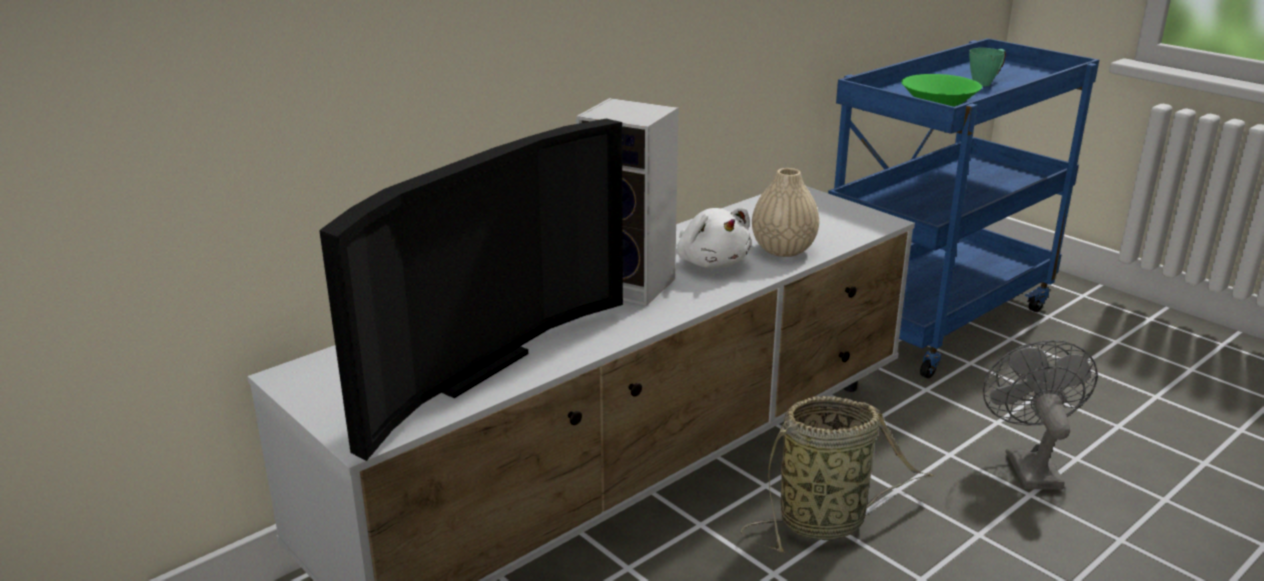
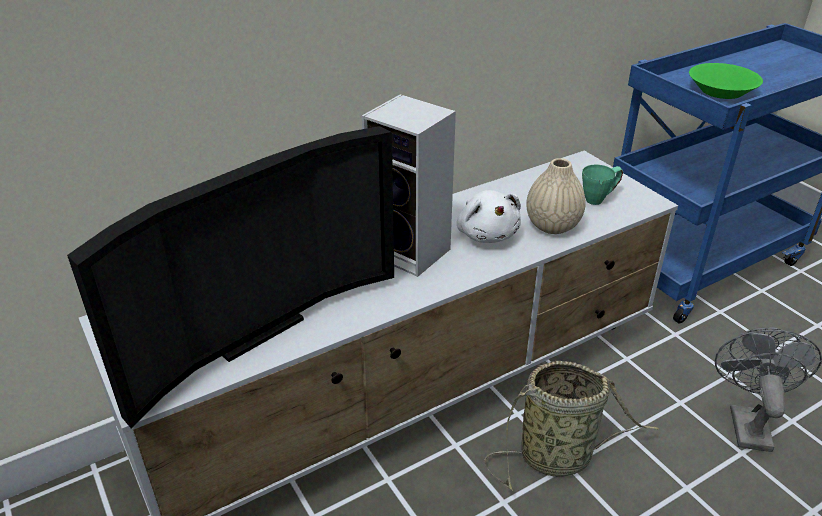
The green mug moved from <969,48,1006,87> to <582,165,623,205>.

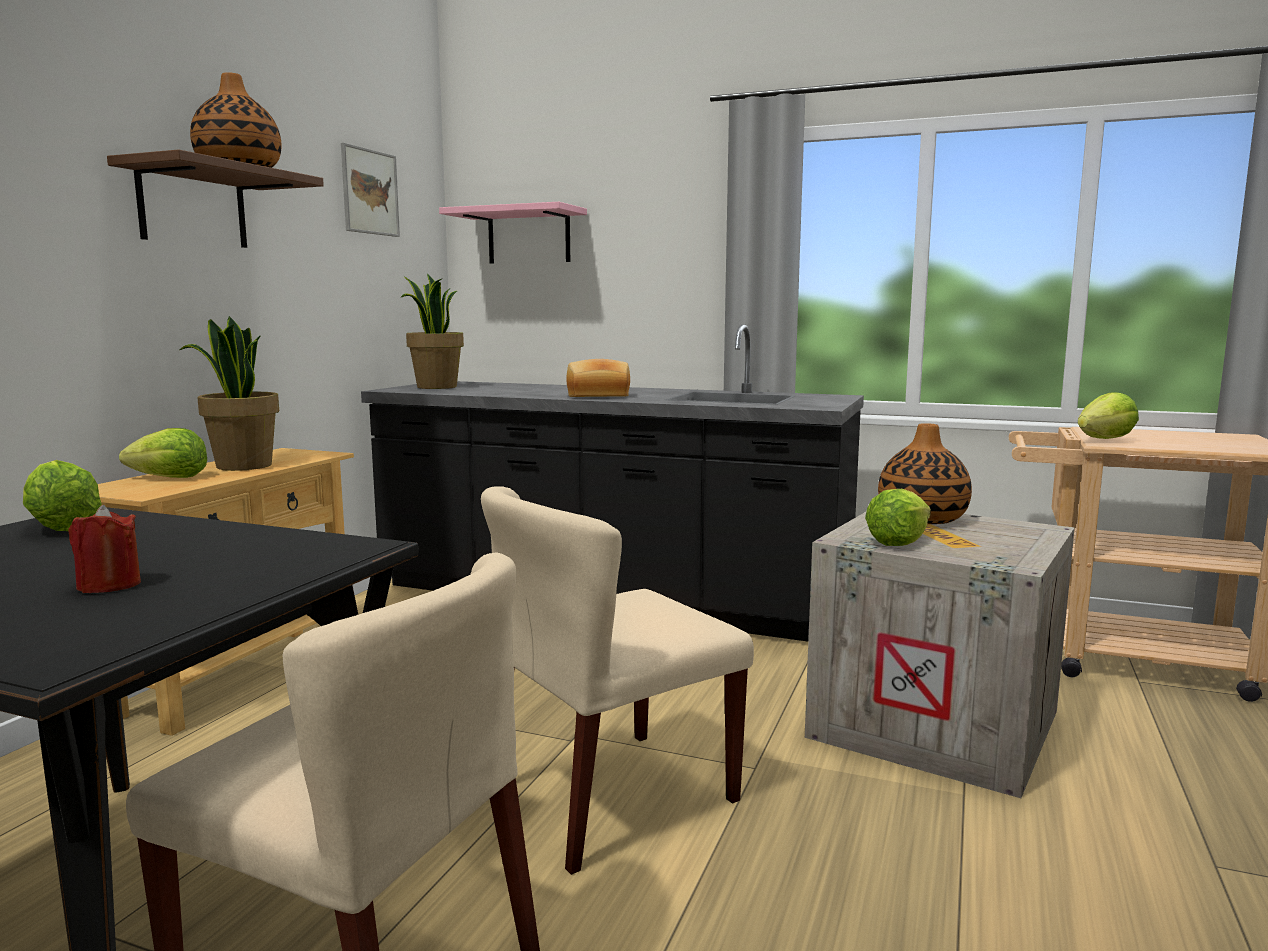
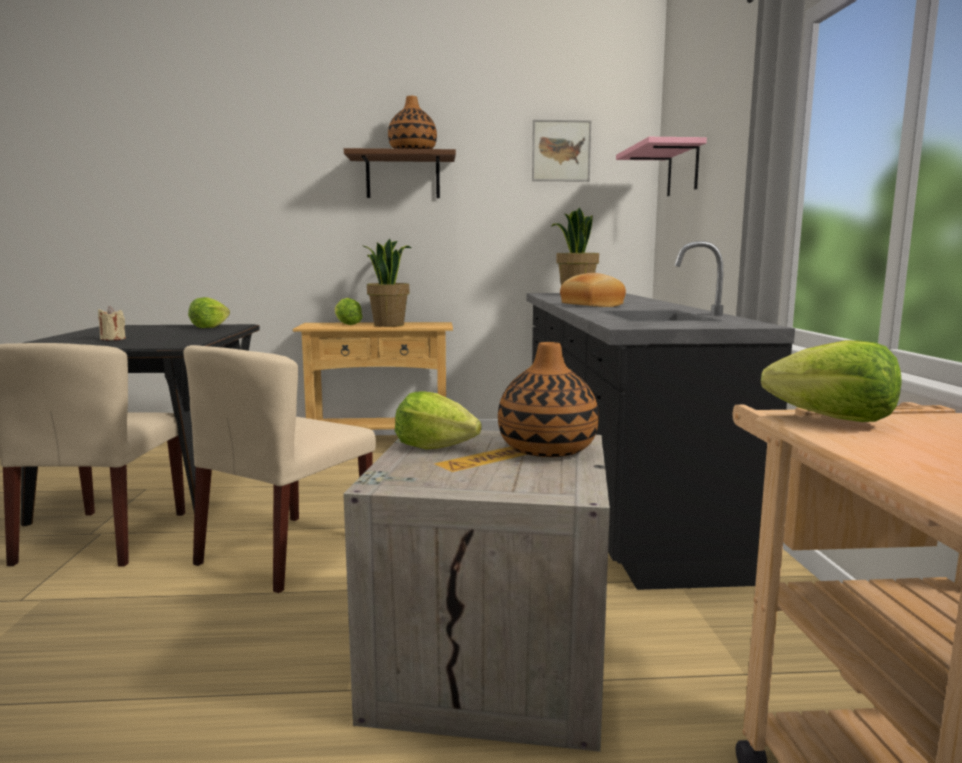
The red candle at <68,505,141,593> became the beige candle at <98,306,126,340>.
The beige chair at <481,486,754,875> turned 90 degrees counterclockwise.

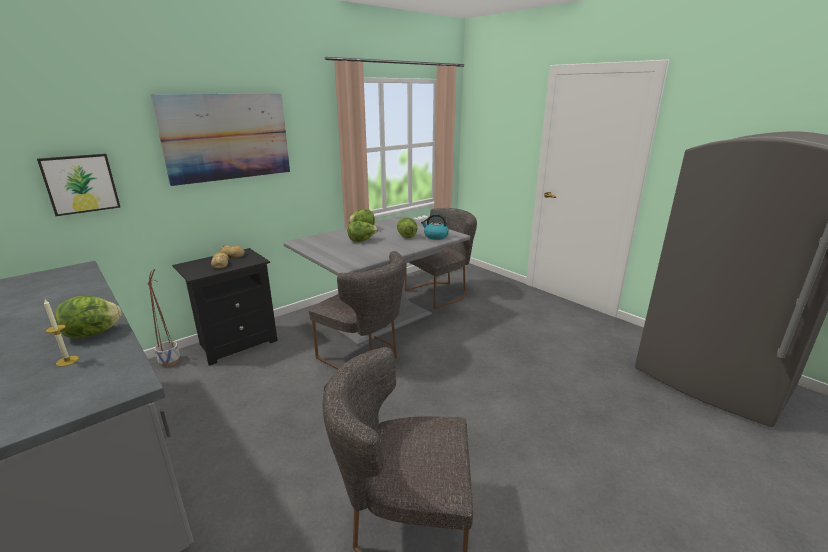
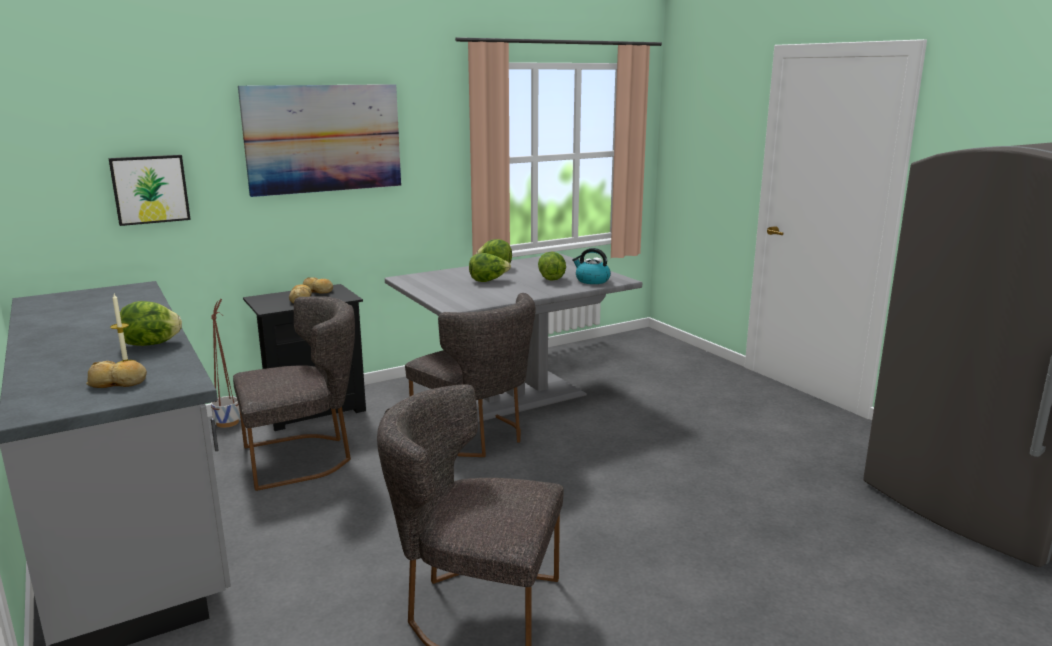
The bread at <86,361,147,388> appeared.
The grey chair moved from <405,208,477,309> to <233,296,355,491>.

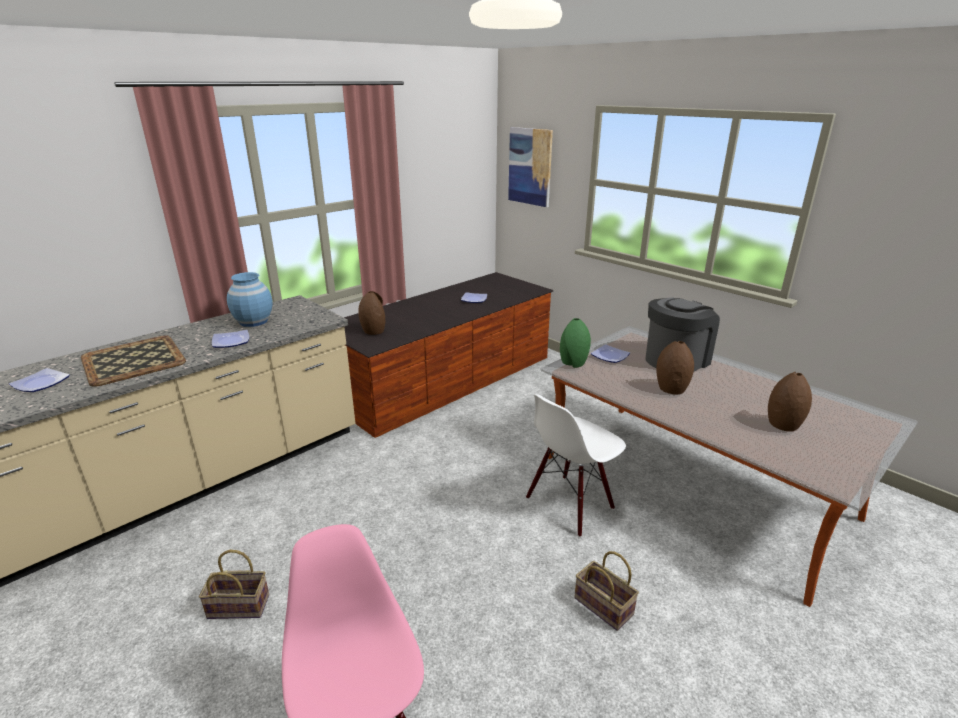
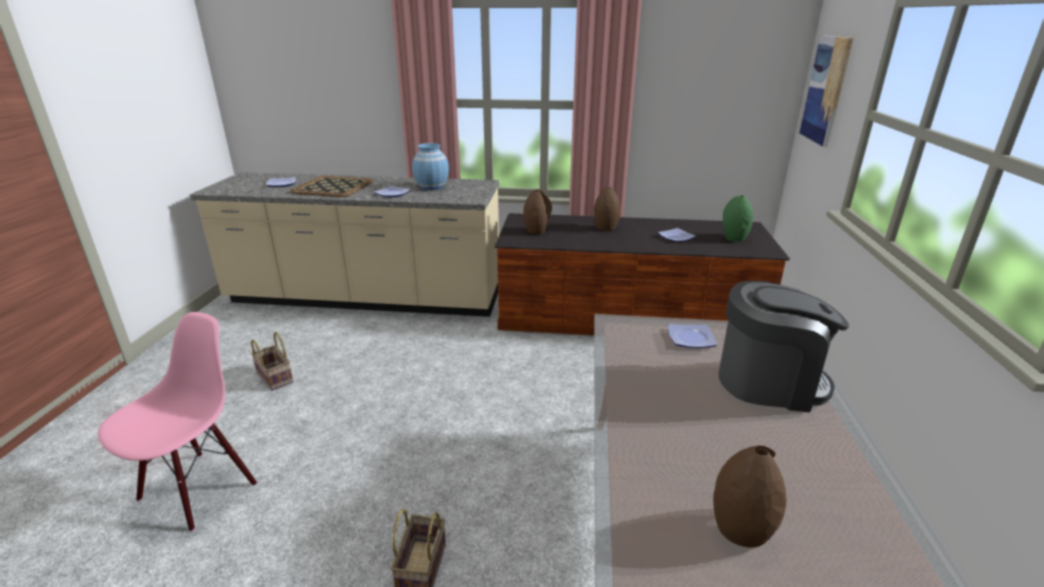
The white chair at <526,394,626,537> disappeared.
The green vase moved from <560,318,591,368> to <723,195,753,241>.
The brown vase moved from <656,341,694,395> to <594,187,620,231>.

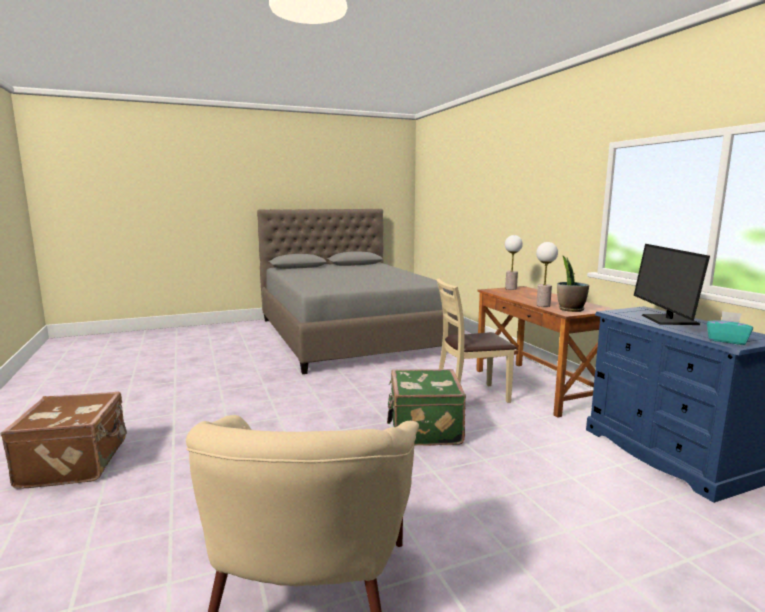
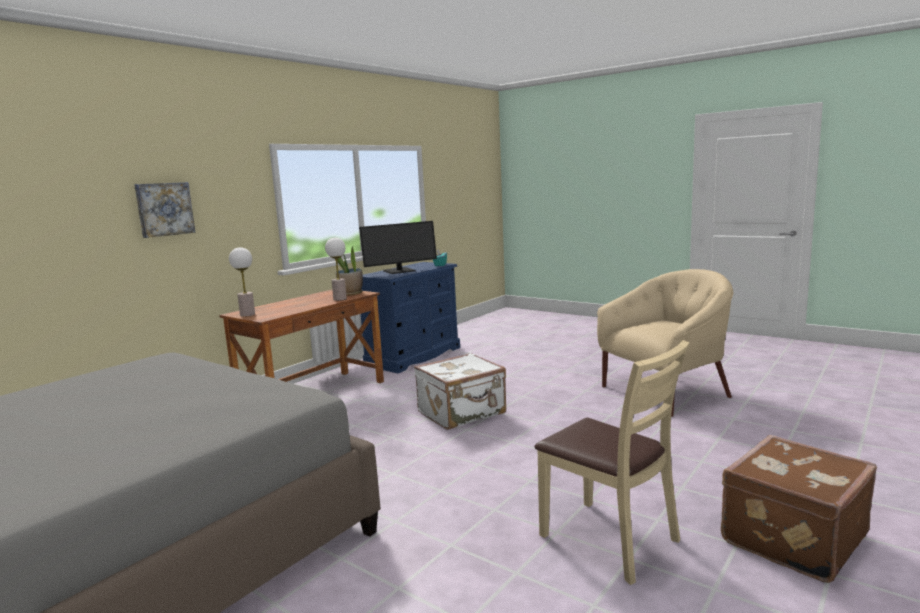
The picture at <134,182,195,238> appeared.
The beige chair moved from <436,278,516,403> to <535,340,690,585>.
The green suitcase at <387,369,466,446> became the white suitcase at <414,353,506,430>.

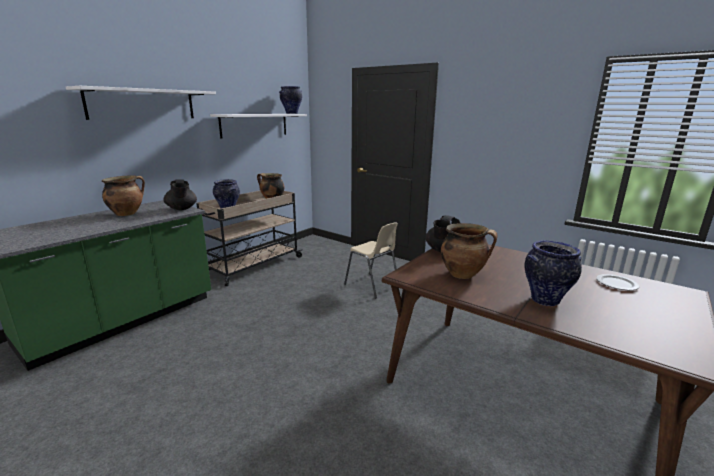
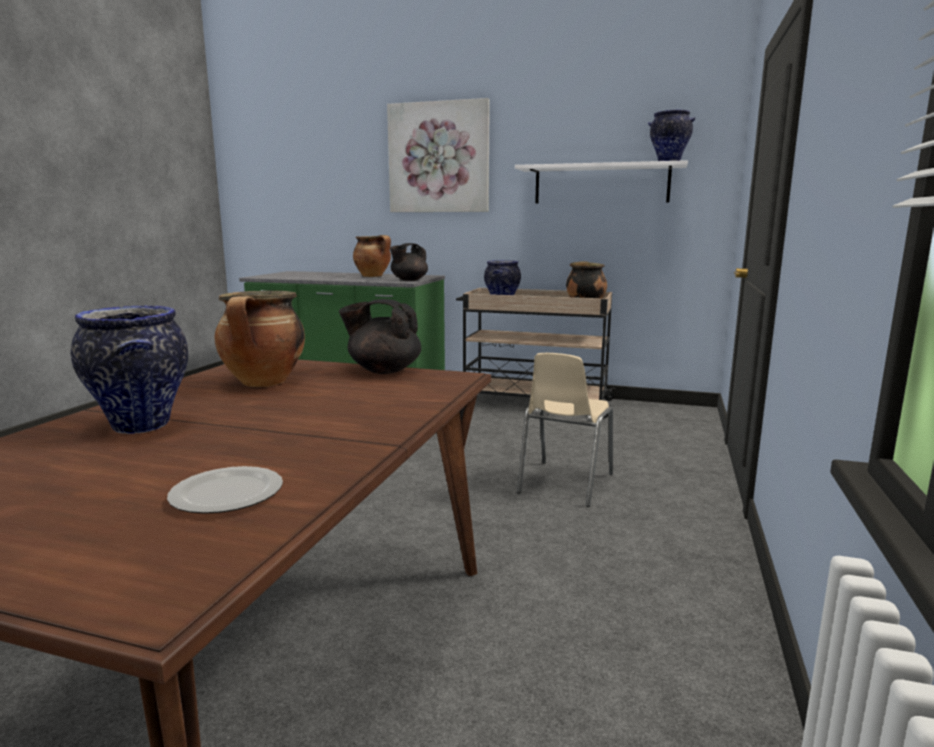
The white shelf at <66,86,216,120> was replaced by the picture at <387,98,490,212>.

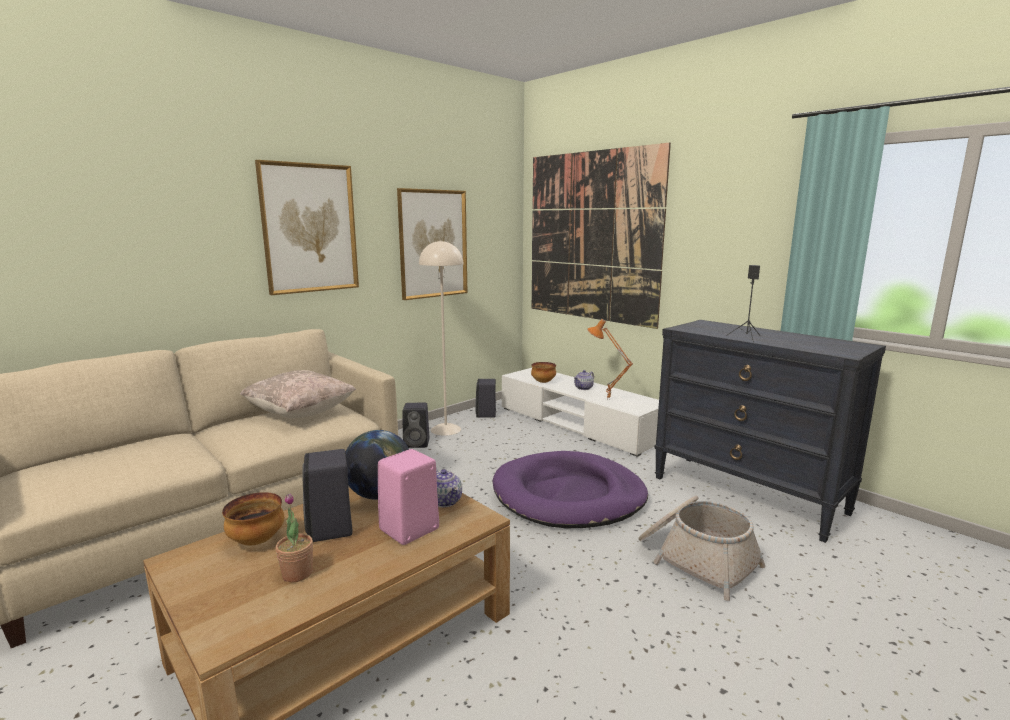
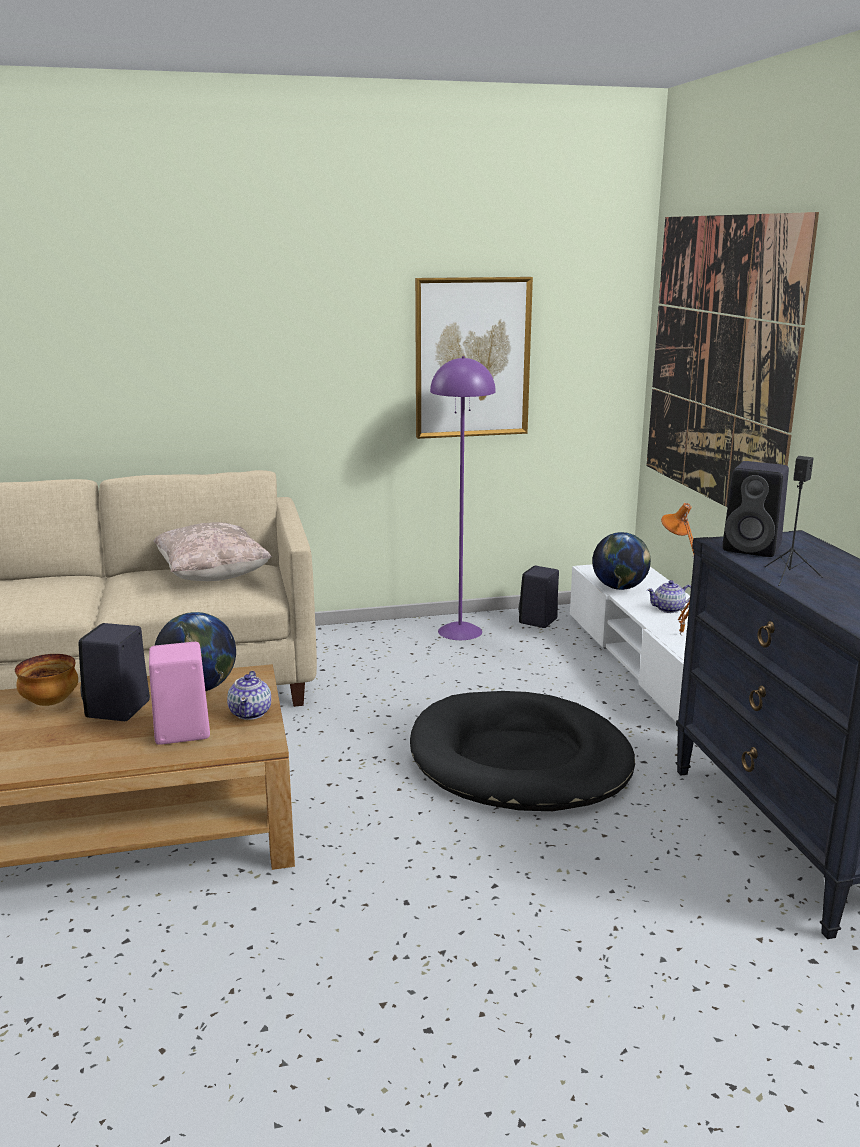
The picture at <255,160,359,295> disappeared.
The potted plant at <276,493,313,582> disappeared.
The basket at <638,496,766,601> disappeared.
The black speaker moved from <402,403,430,448> to <722,461,789,557>.
The bowl at <531,362,556,383> was replaced by the globe at <592,532,651,590>.
The beige floor lamp at <419,240,464,436> became the purple floor lamp at <430,356,496,640>.
The purple dog bed at <493,451,648,528> became the black dog bed at <410,691,635,811>.

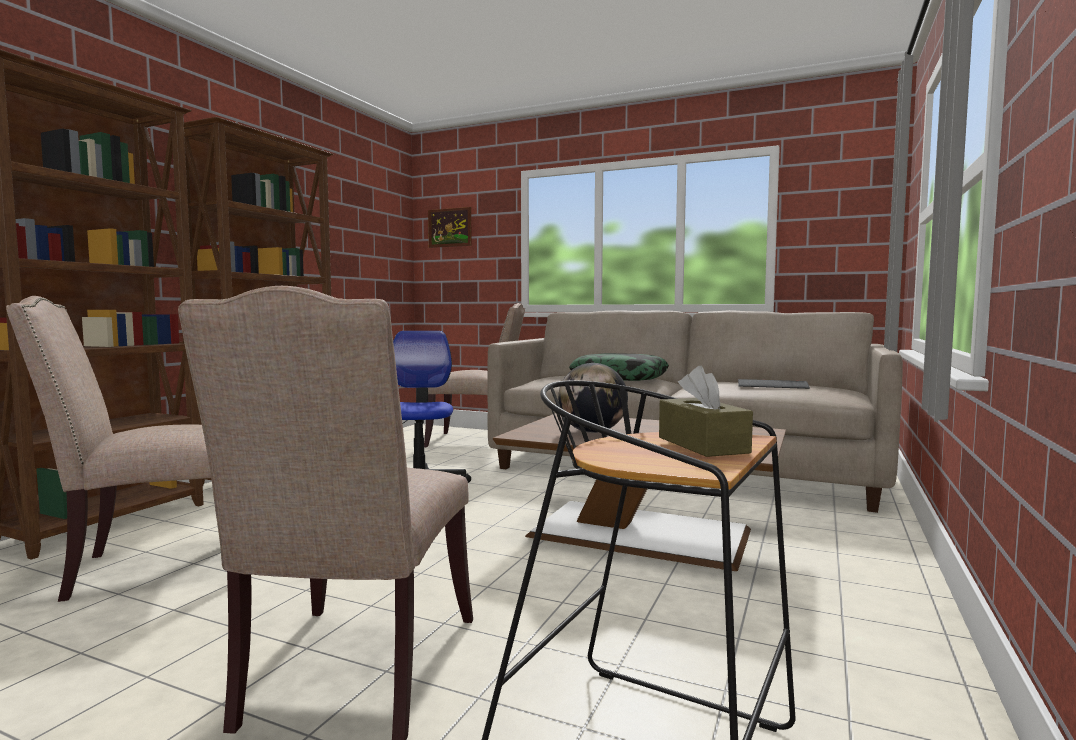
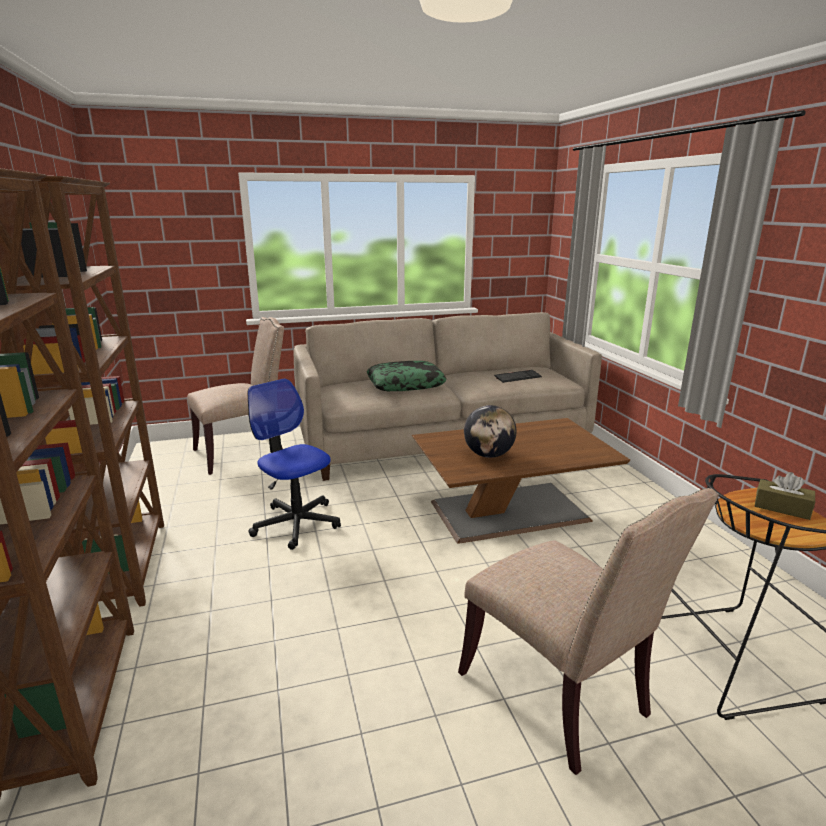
The beige chair at <6,296,211,602> disappeared.
The picture at <428,207,472,248> disappeared.

